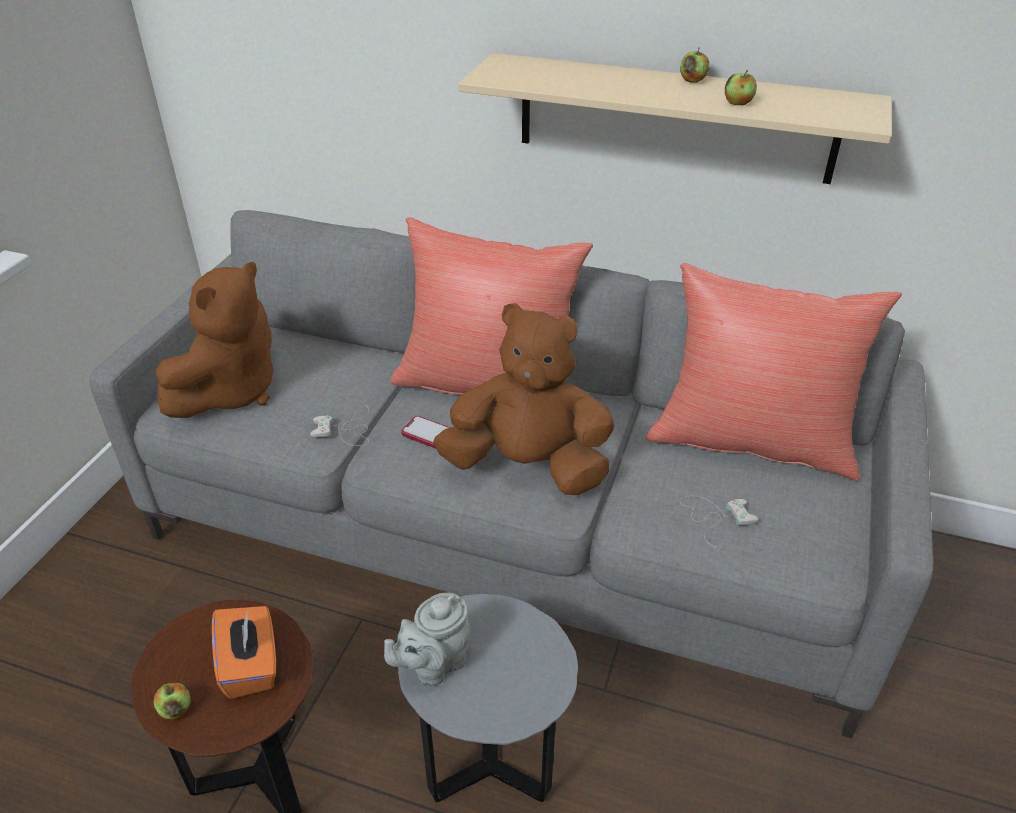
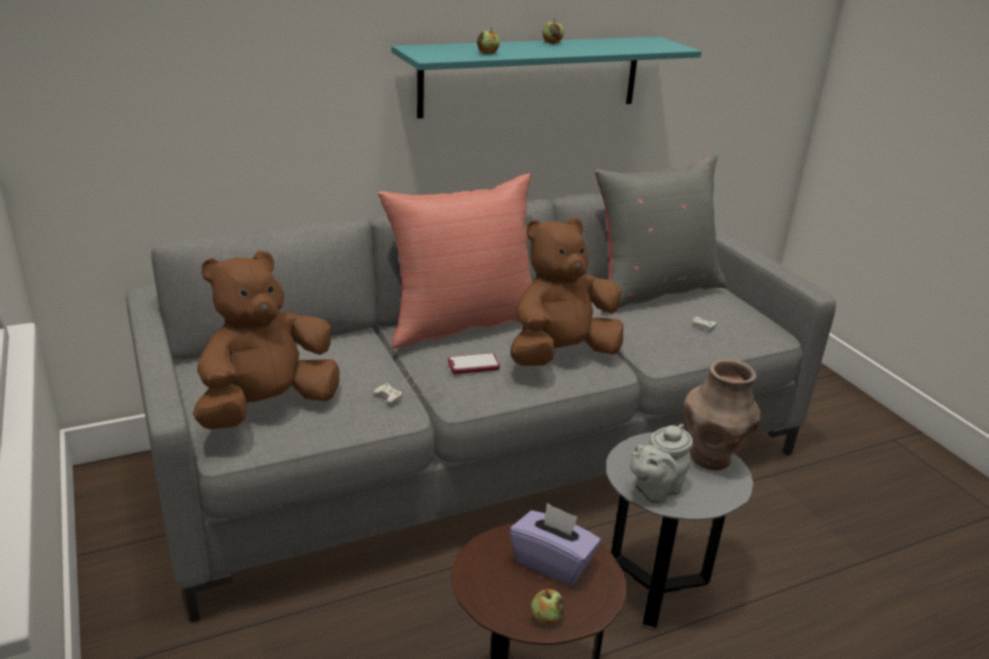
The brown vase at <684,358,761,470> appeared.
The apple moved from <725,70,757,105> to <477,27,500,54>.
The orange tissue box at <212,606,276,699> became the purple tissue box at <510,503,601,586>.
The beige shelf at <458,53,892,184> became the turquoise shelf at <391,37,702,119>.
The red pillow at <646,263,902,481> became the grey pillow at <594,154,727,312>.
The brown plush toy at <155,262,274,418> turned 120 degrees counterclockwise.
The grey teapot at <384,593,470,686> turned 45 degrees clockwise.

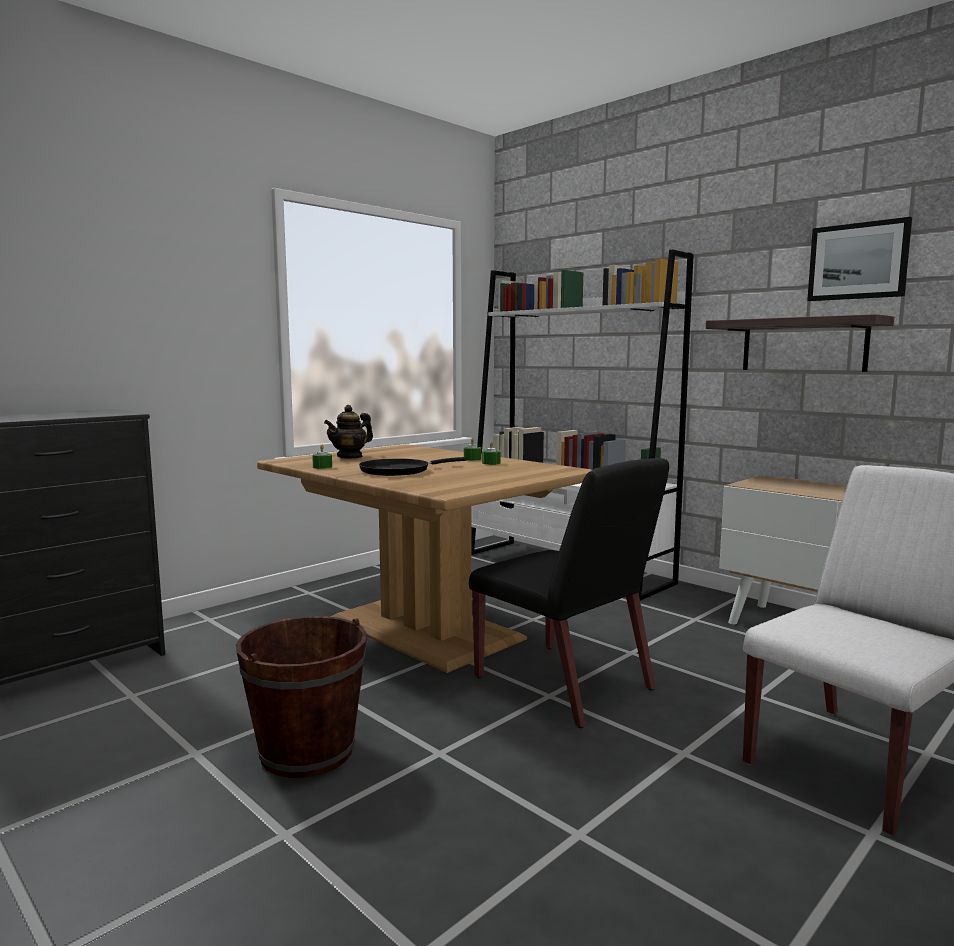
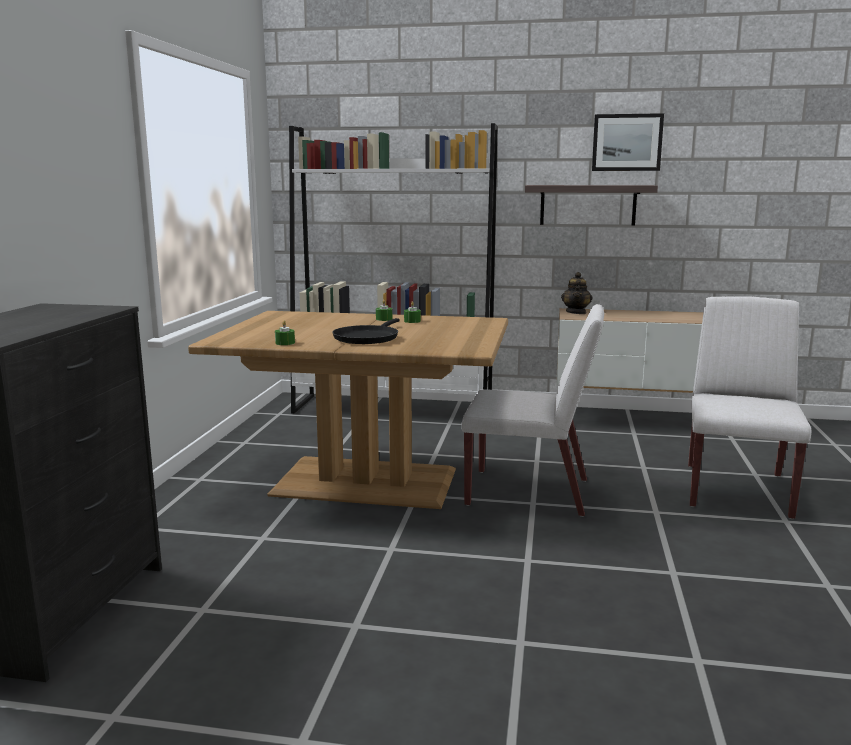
The brown bucket at <236,616,367,778> disappeared.
The teapot moved from <324,405,373,459> to <561,272,593,314>.
The black chair at <469,458,669,728> became the white chair at <461,304,604,517>.

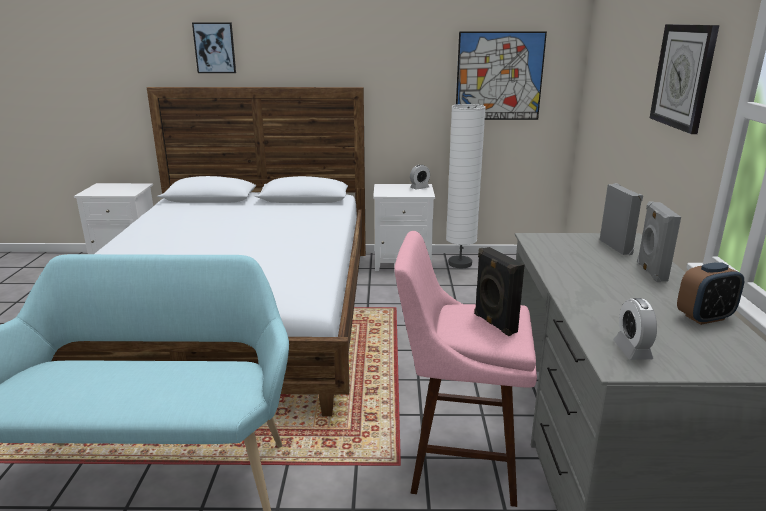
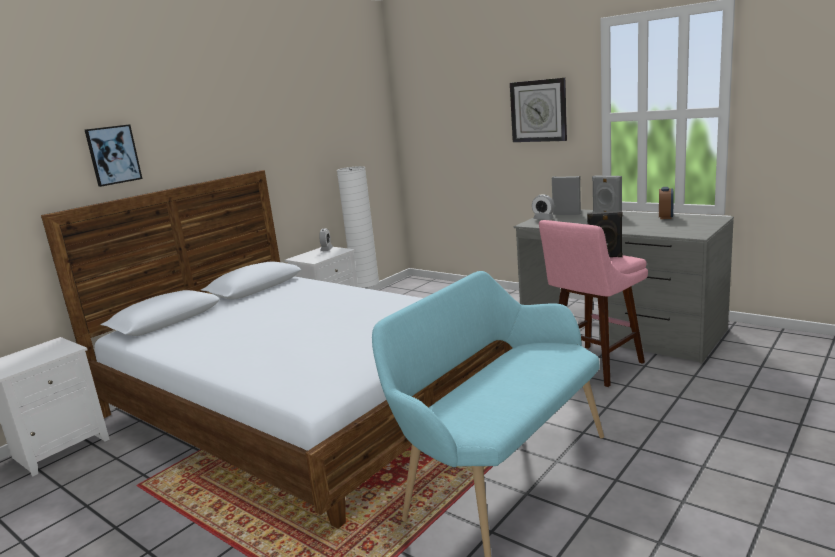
The picture at <456,31,547,120> disappeared.
The alarm clock moved from <613,298,657,360> to <532,194,554,220>.

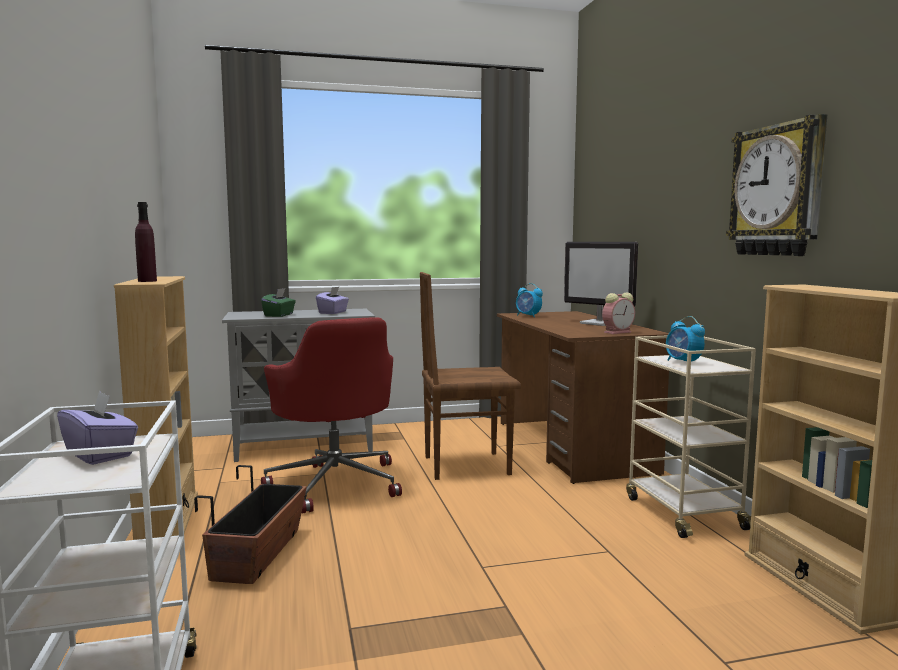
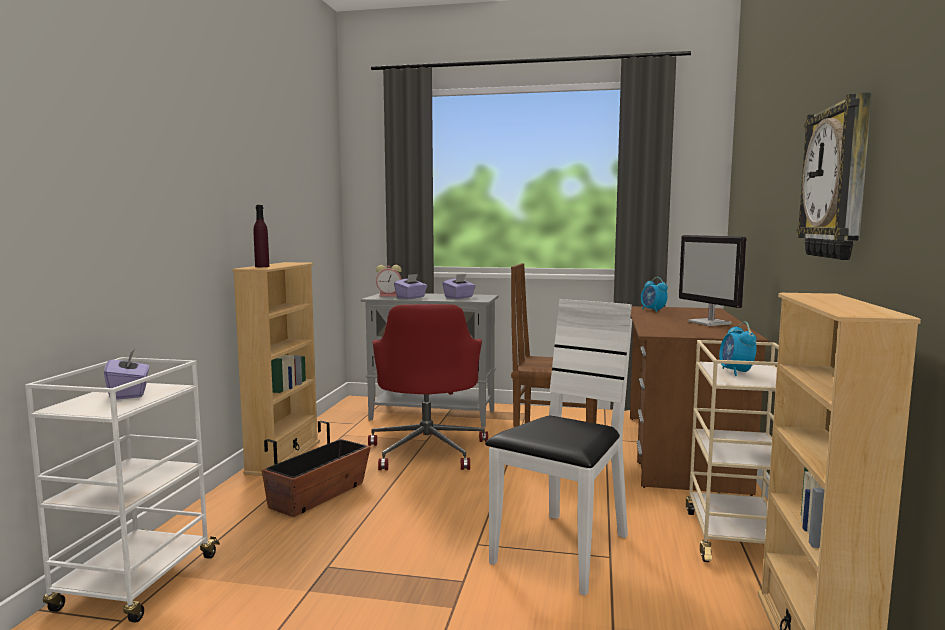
The white chair at <485,299,632,596> appeared.
The alarm clock moved from <602,292,635,334> to <376,265,402,297>.
The green tissue box at <261,288,296,317> became the purple tissue box at <394,274,427,299>.

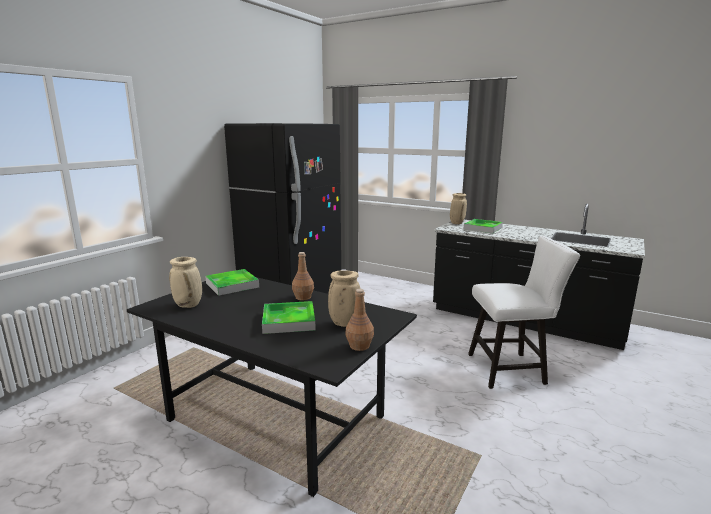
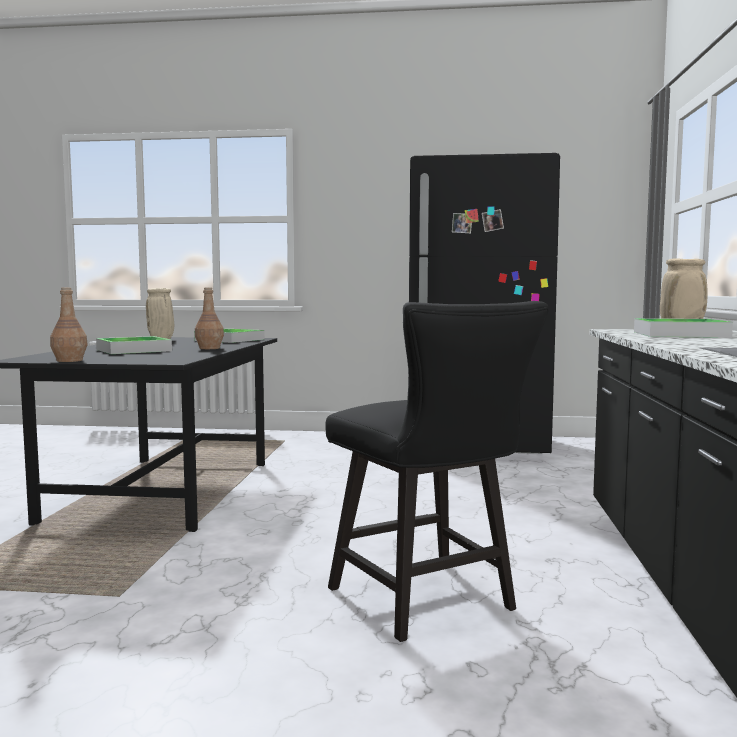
The beige vase at <328,270,360,327> disappeared.
The white chair at <468,236,580,389> became the black chair at <325,301,549,642>.

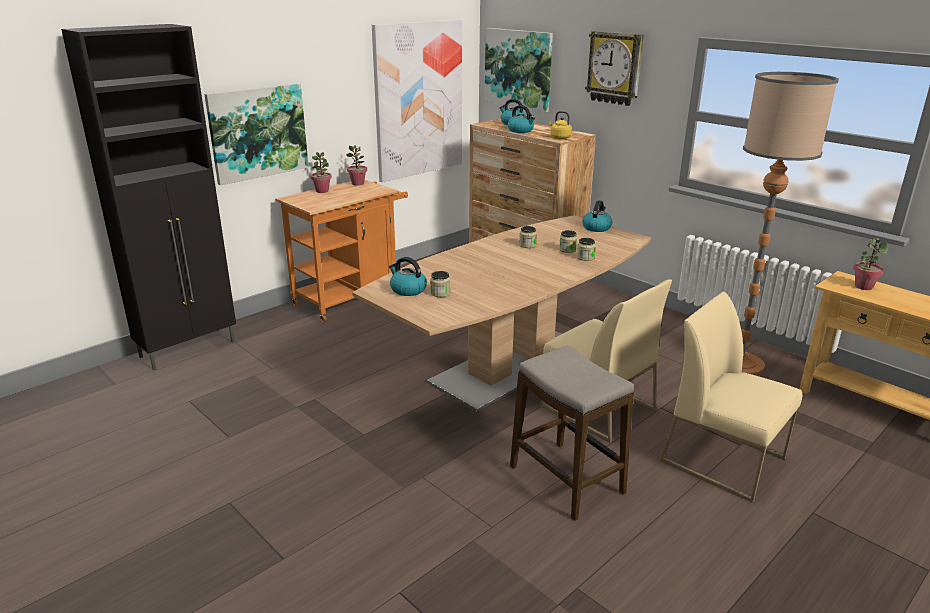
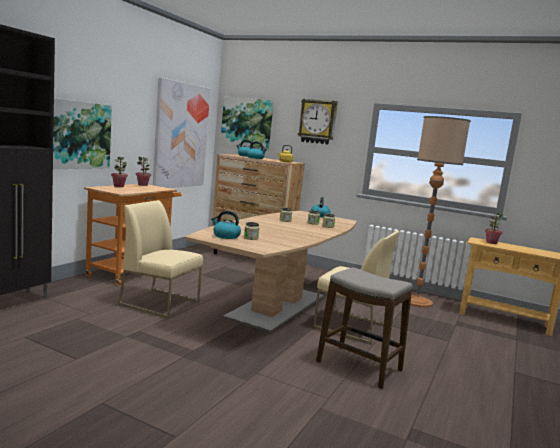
The beige chair moved from <660,292,802,503> to <118,200,203,318>.

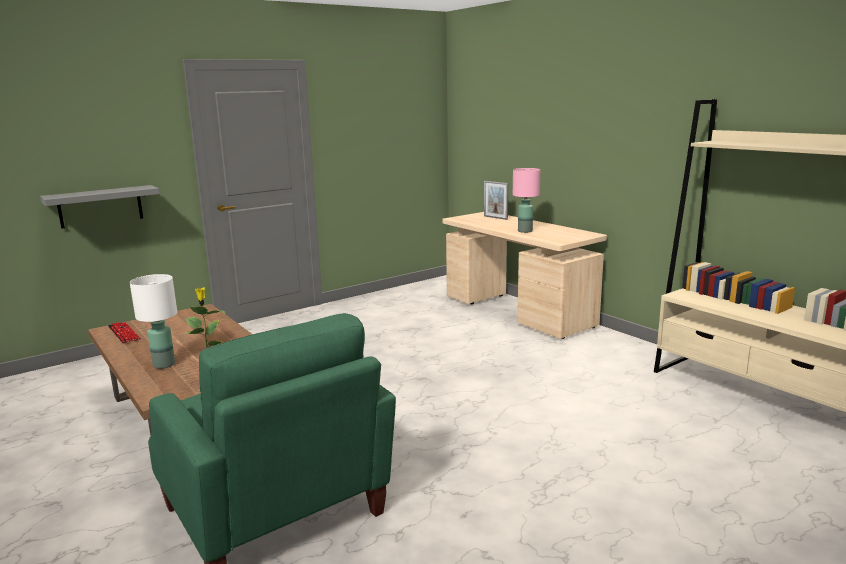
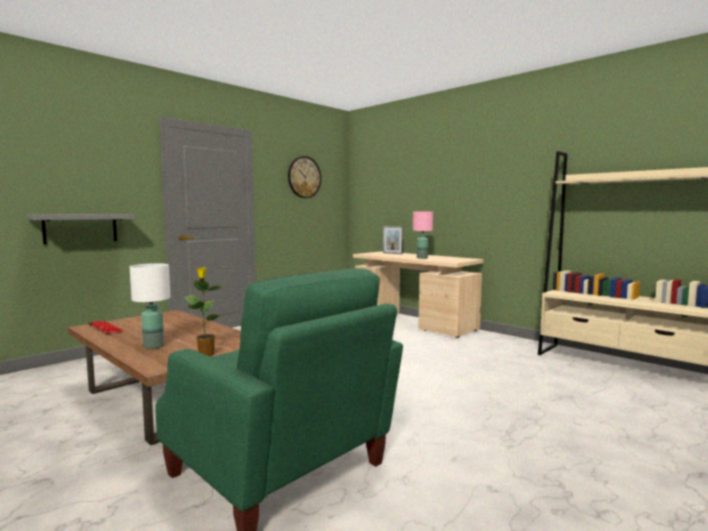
The wall clock at <288,156,321,198> appeared.

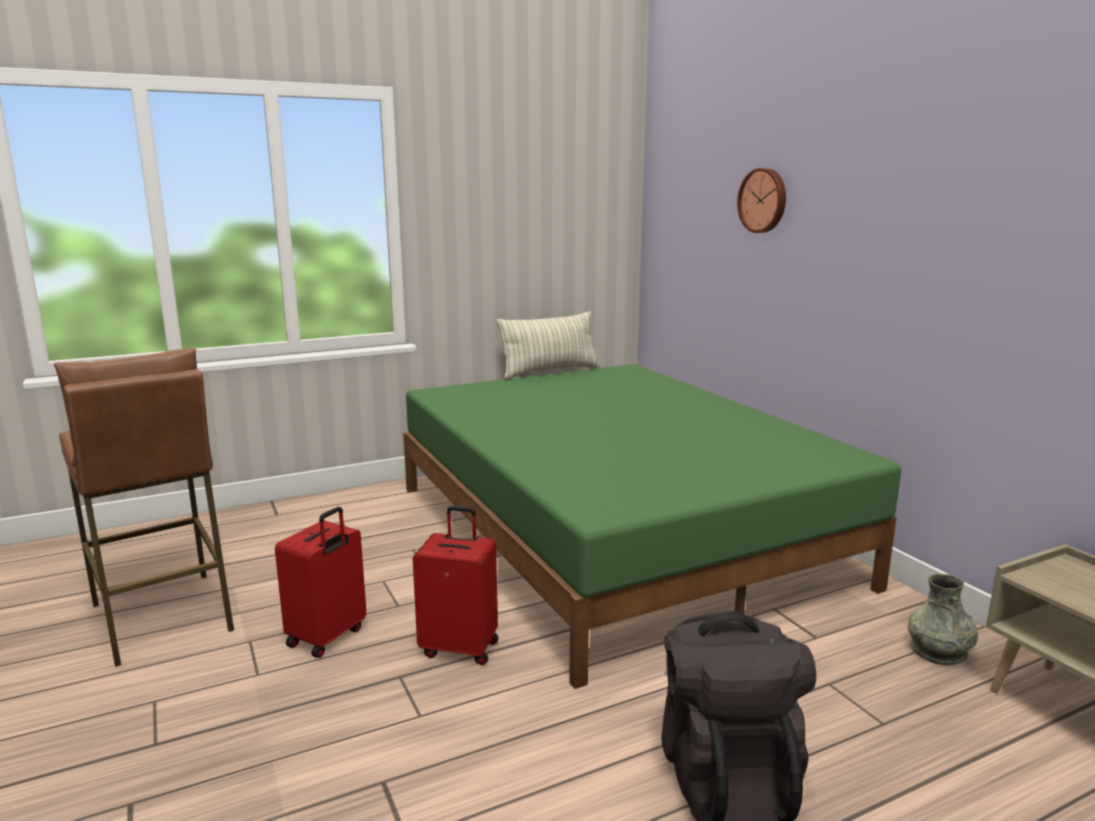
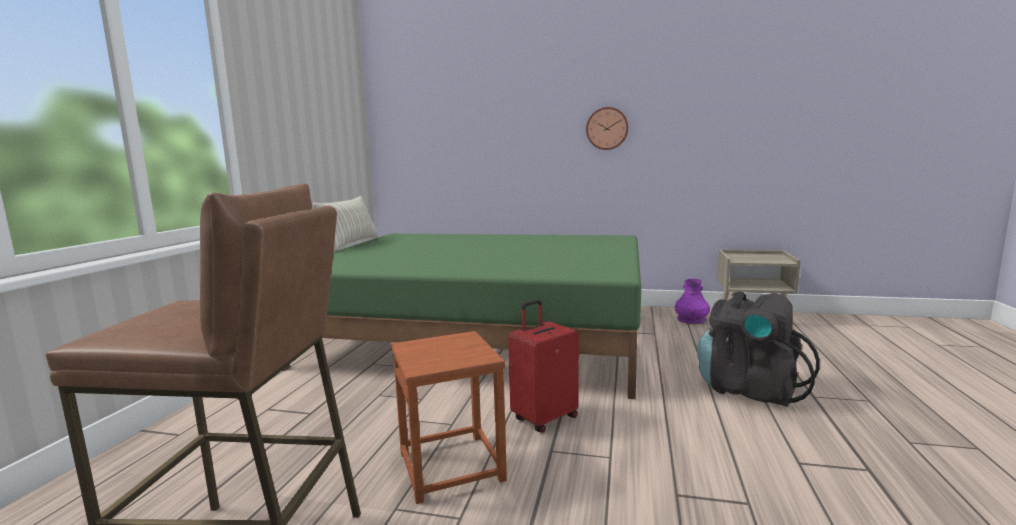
The wall clock moved from <737,168,786,233> to <586,107,628,150>.
The red suitcase at <275,507,367,658> was replaced by the brown stool at <391,331,507,504>.
The grey vase at <908,574,978,665> became the purple vase at <675,279,710,324>.

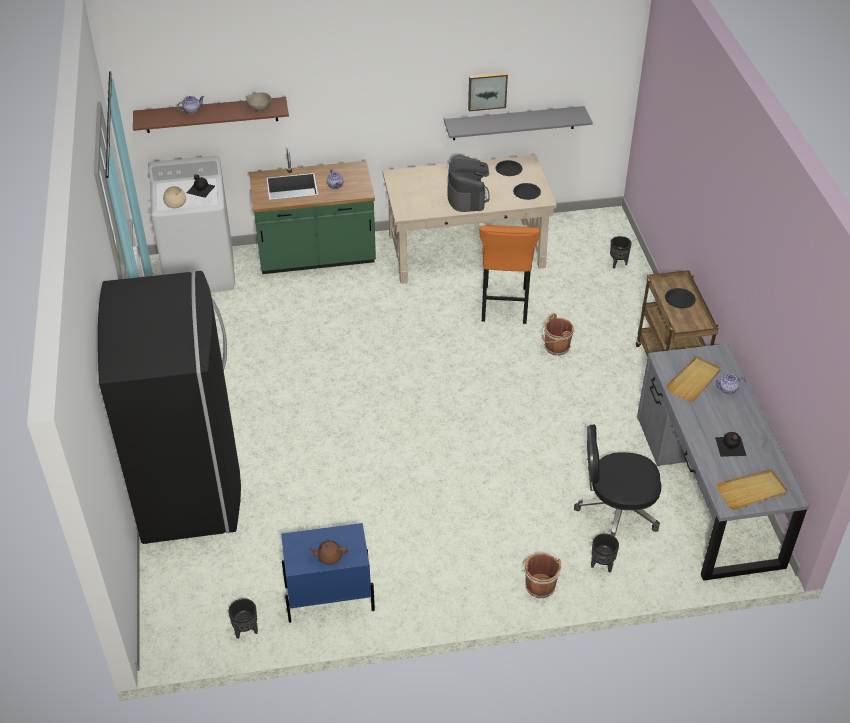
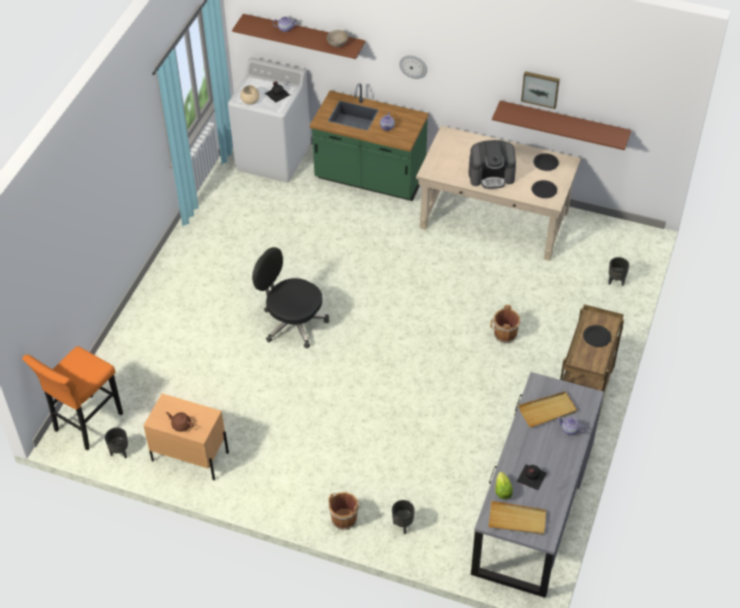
The black fridge at <98,271,241,544> disappeared.
The wall clock at <399,55,427,79> appeared.
The lettuce at <495,472,513,499> appeared.
The orange stool moved from <479,225,540,324> to <22,346,123,451>.
The black office chair moved from <574,425,661,537> to <252,247,329,349>.
The blue nightstand at <281,523,375,623> became the beige nightstand at <143,393,229,480>.
The grey shelf at <444,106,593,140> became the brown shelf at <492,101,631,150>.
The coffee machine at <447,155,490,212> turned 60 degrees clockwise.

